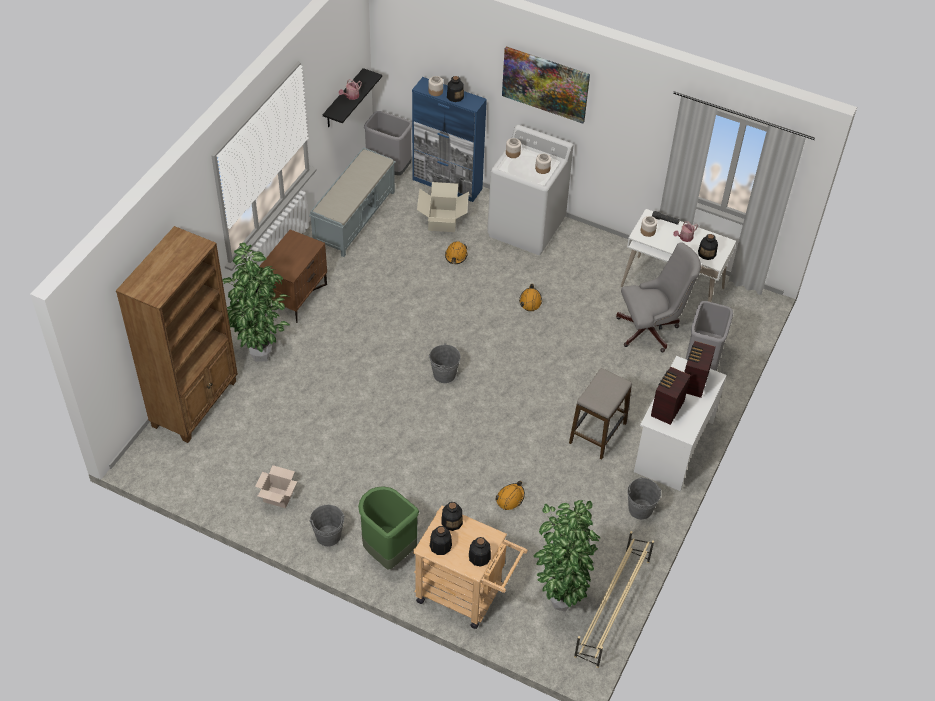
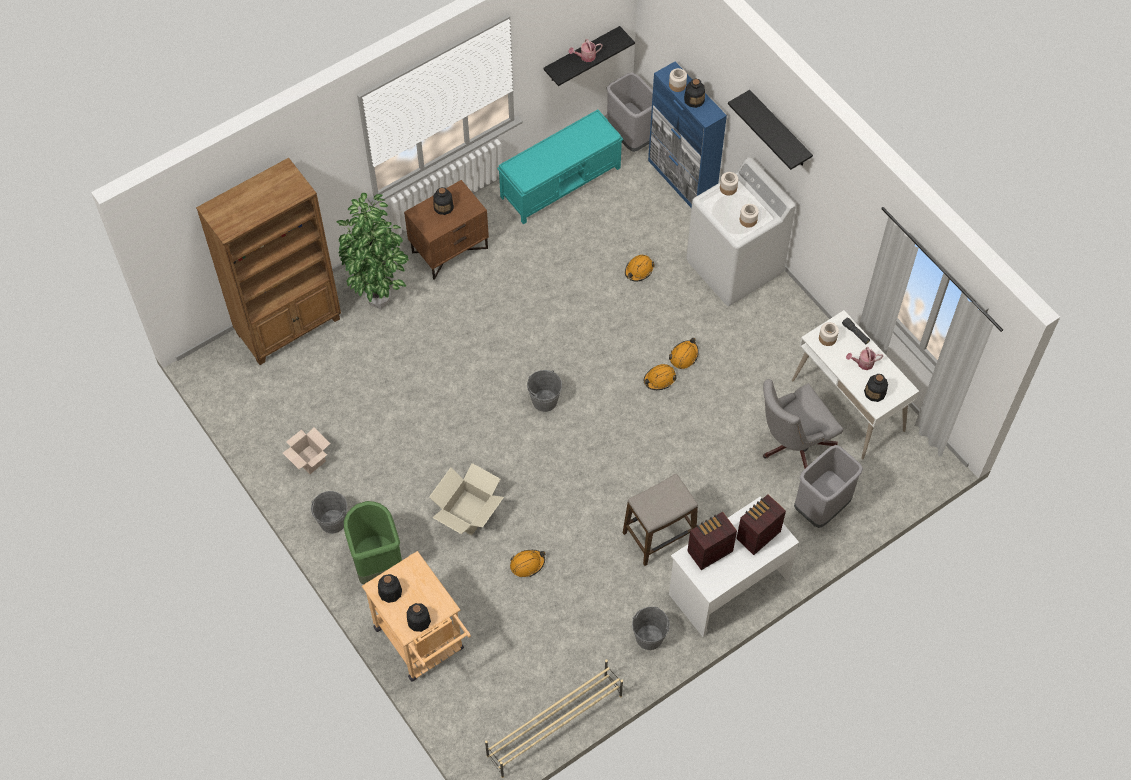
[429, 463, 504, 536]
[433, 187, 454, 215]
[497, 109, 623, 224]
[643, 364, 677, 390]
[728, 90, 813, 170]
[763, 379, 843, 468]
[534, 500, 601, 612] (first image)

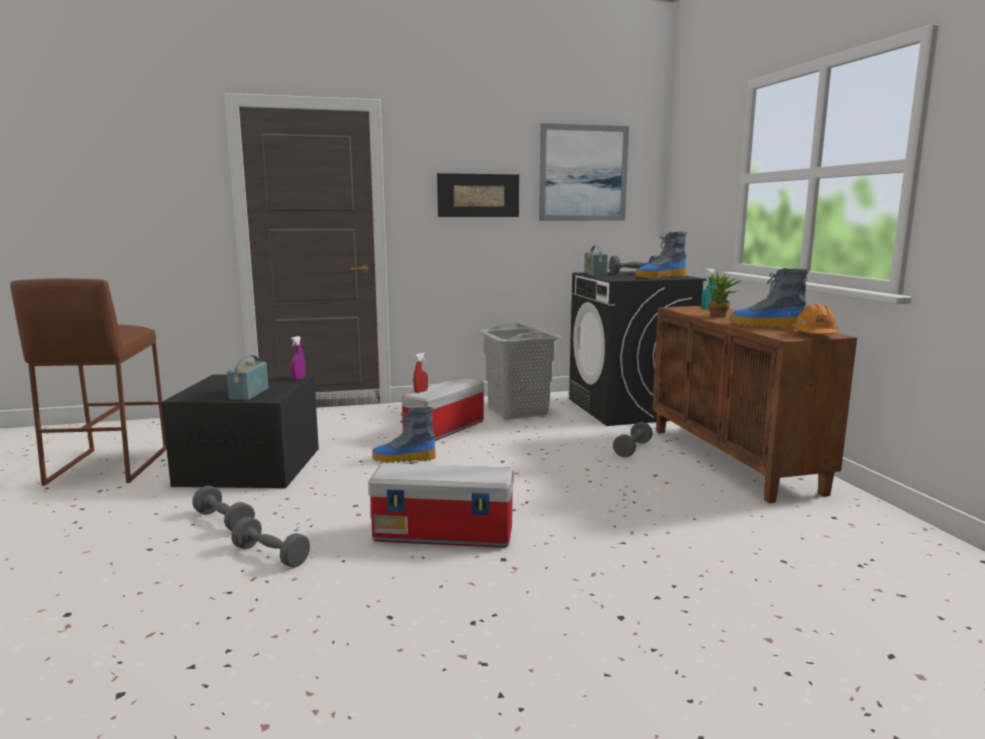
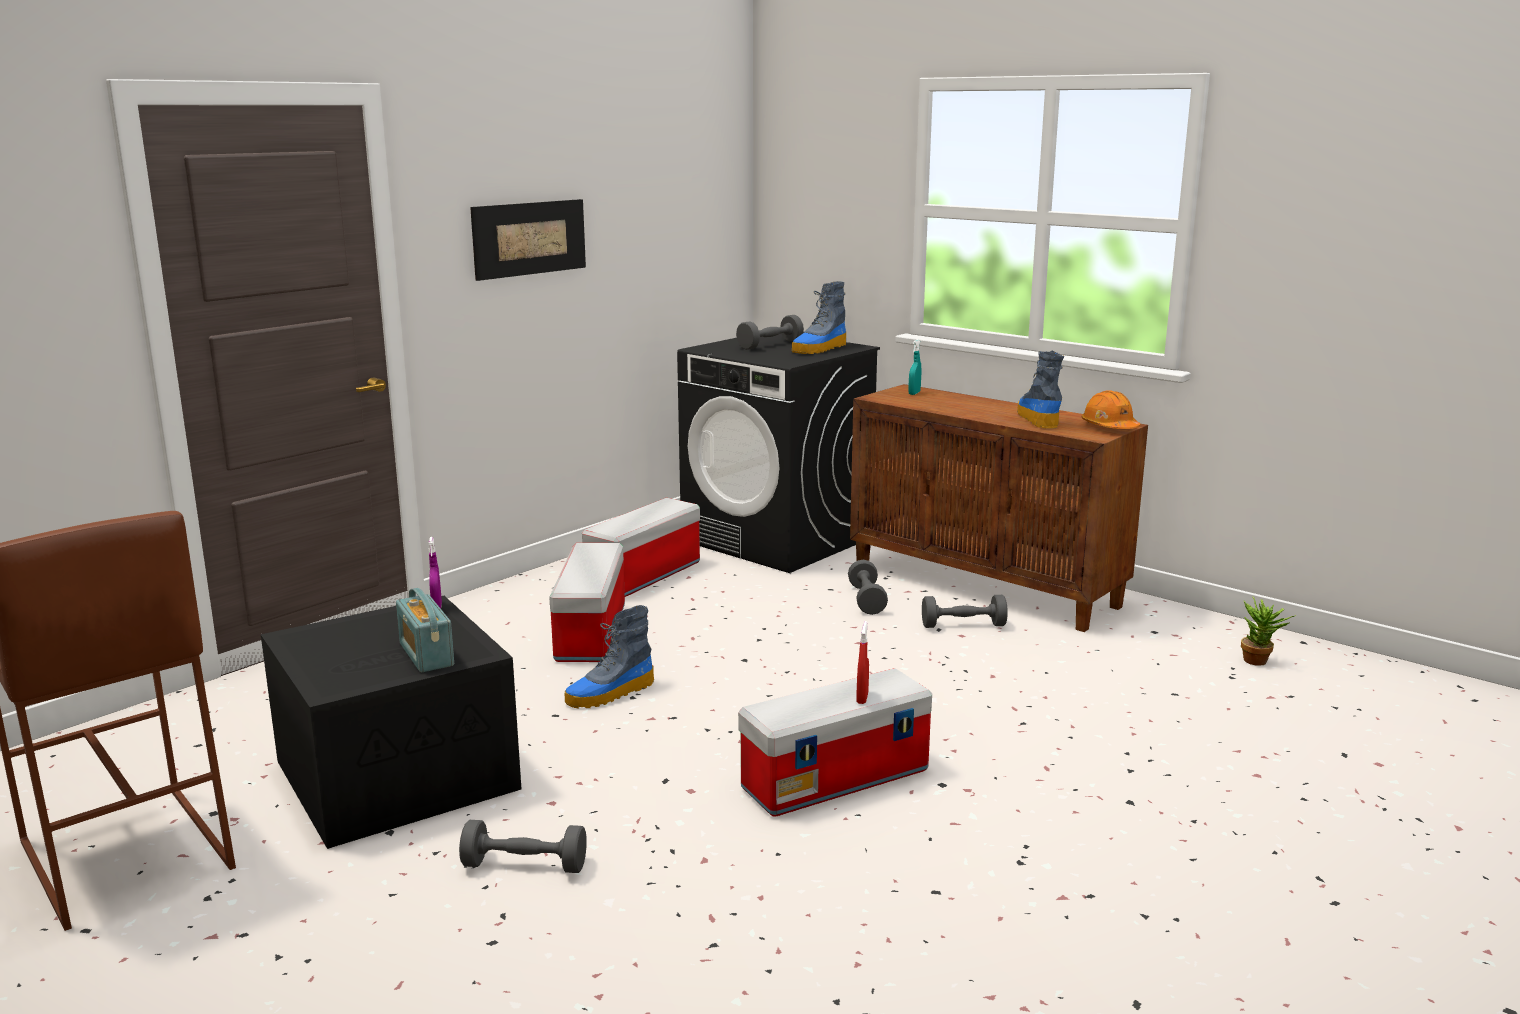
[582, 498, 700, 597]
[856, 621, 869, 704]
[922, 595, 1008, 628]
[1017, 351, 1064, 429]
[1241, 597, 1296, 666]
[539, 123, 629, 221] (first image)
[585, 245, 608, 276] (first image)

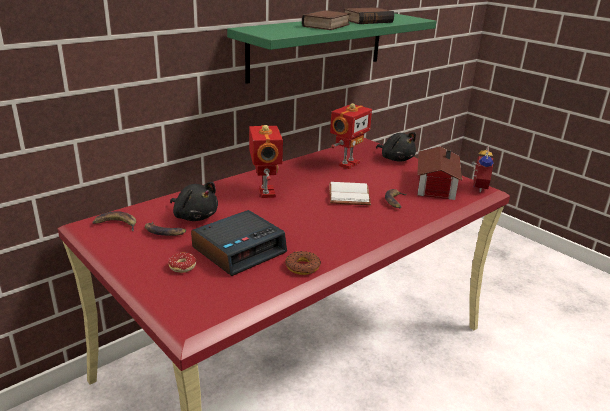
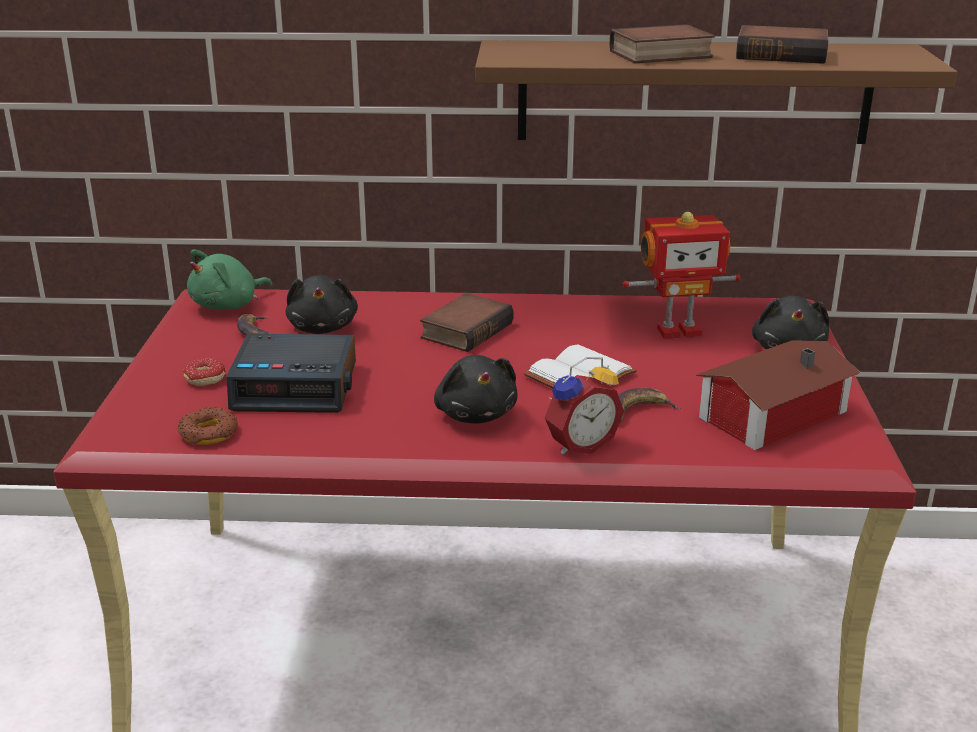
[178, 407, 238, 445]
[187, 249, 273, 310]
[420, 293, 514, 352]
[434, 355, 517, 424]
[475, 40, 957, 144]
[545, 357, 624, 454]

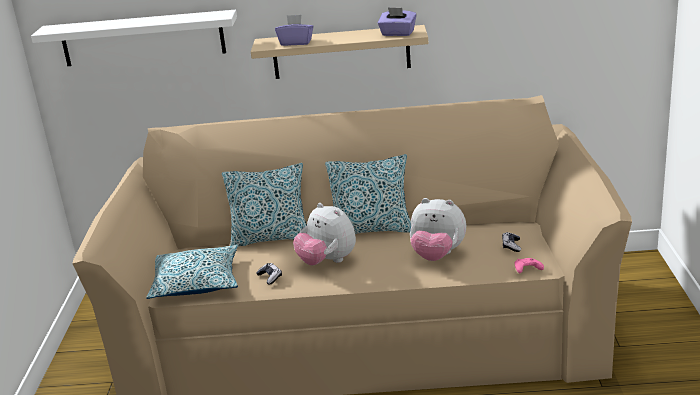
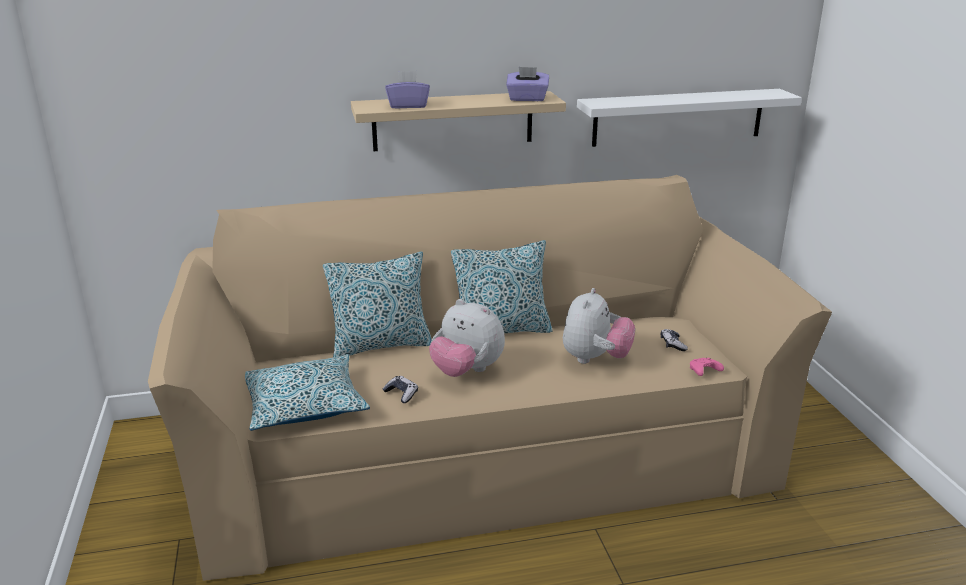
[563, 288, 635, 364]
[577, 89, 802, 147]

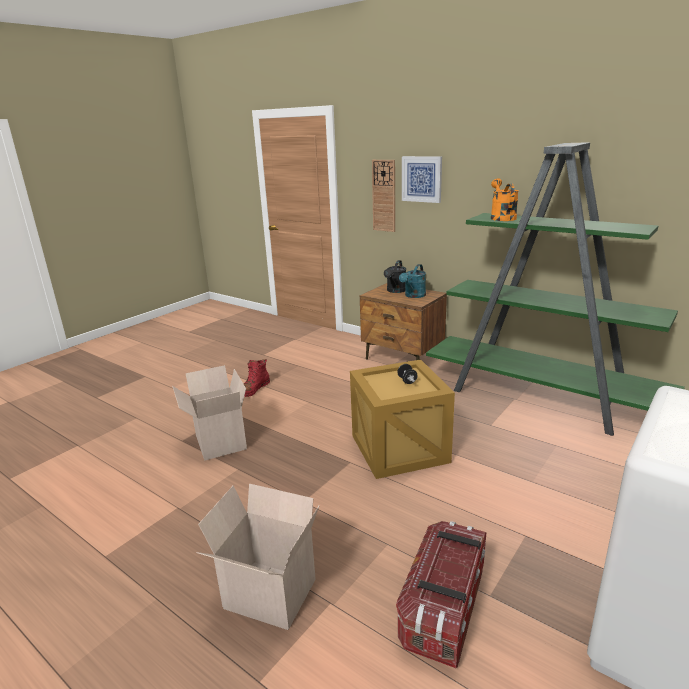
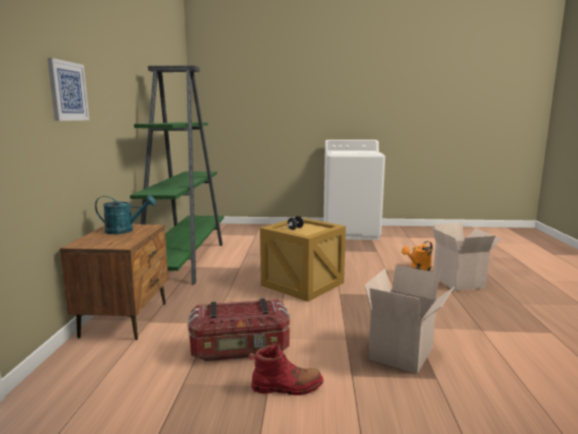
[188, 298, 290, 361]
[401, 241, 433, 271]
[372, 160, 395, 232] (first image)
[384, 260, 406, 293] (first image)

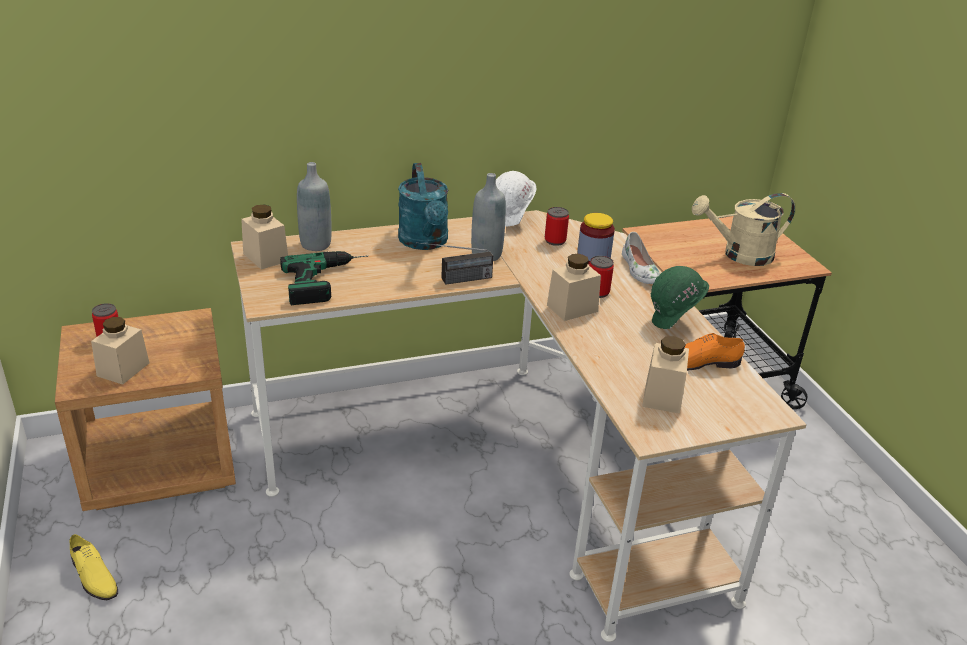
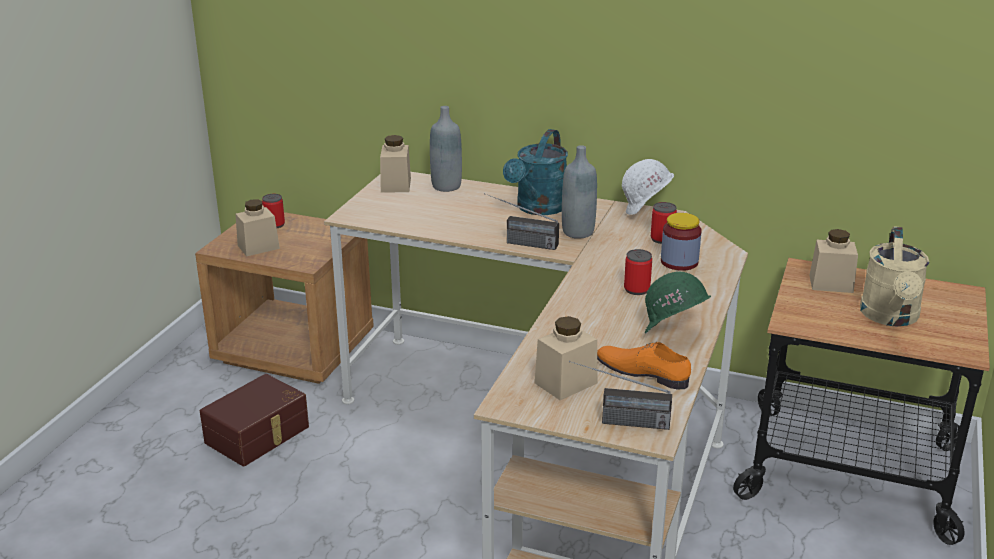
[200, 374, 309, 466]
[569, 361, 672, 430]
[809, 229, 858, 293]
[860, 226, 929, 326]
[69, 534, 118, 600] (first image)
[280, 251, 368, 305] (first image)
[622, 232, 660, 284] (first image)

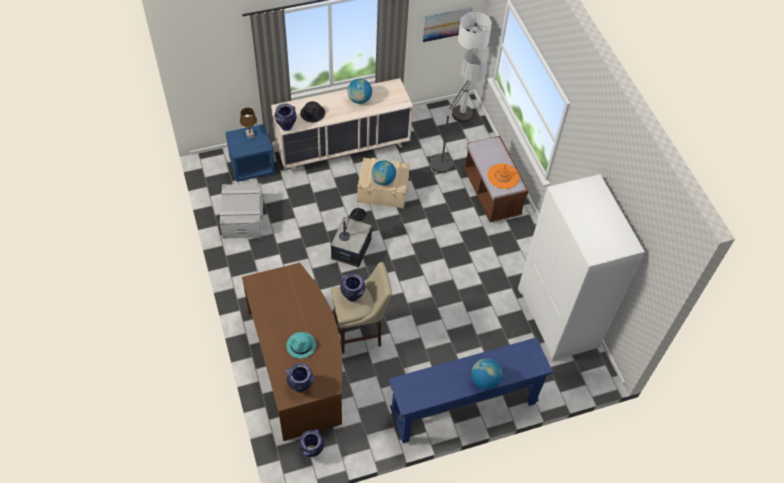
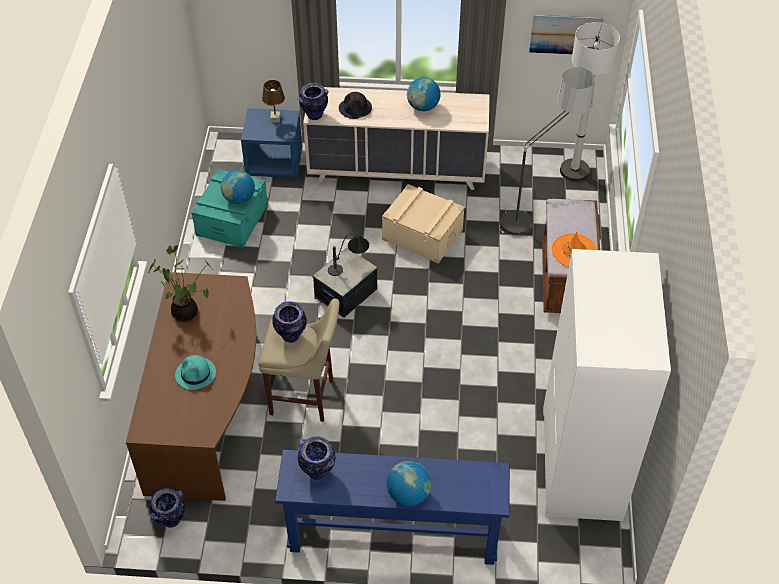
[148, 245, 213, 322]
[191, 169, 268, 248]
[221, 170, 255, 204]
[298, 436, 335, 480]

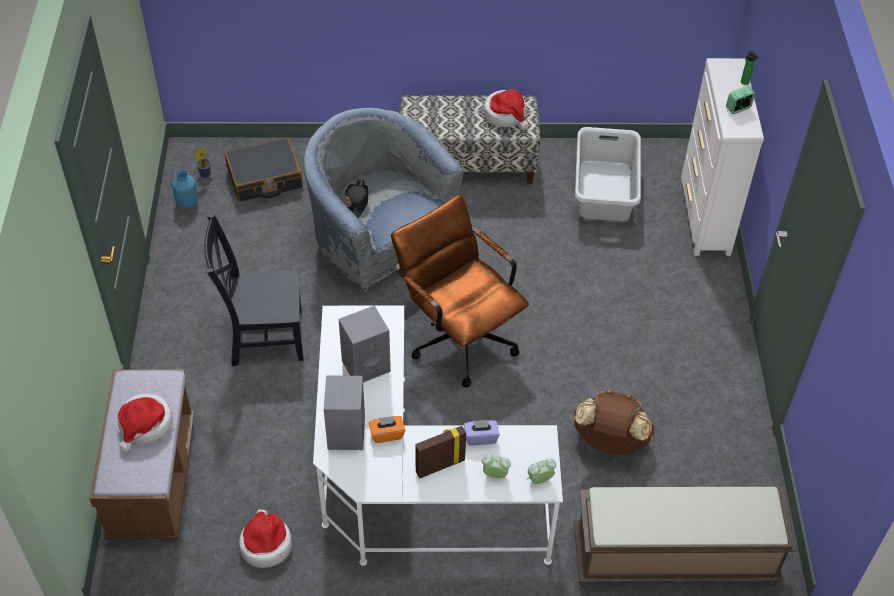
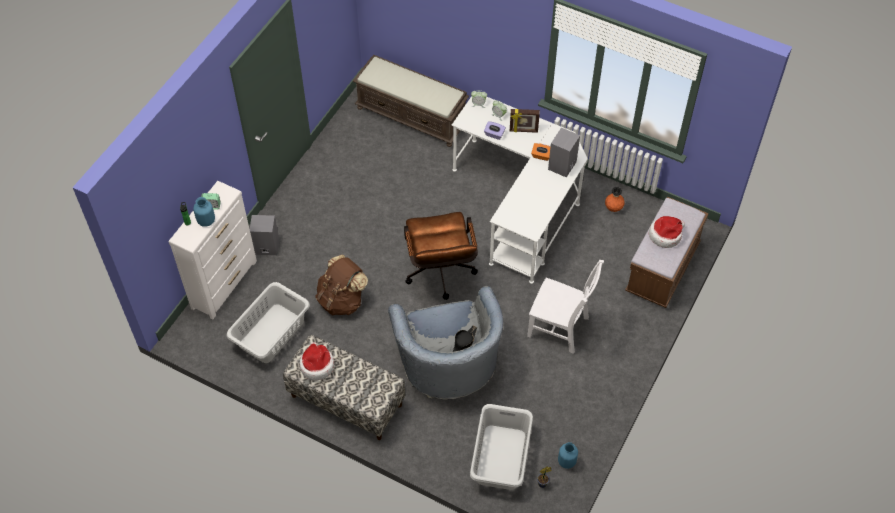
[193, 197, 215, 227]
[250, 215, 279, 255]
[315, 254, 368, 315]
[470, 404, 533, 490]
[527, 260, 604, 354]
[605, 187, 625, 212]

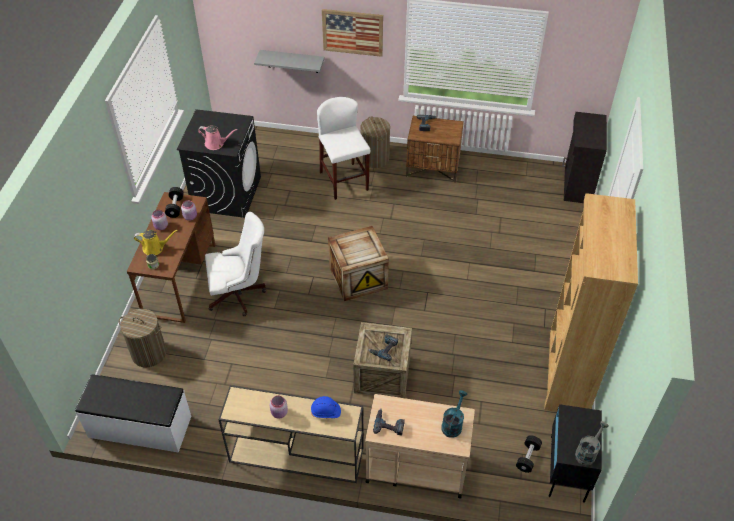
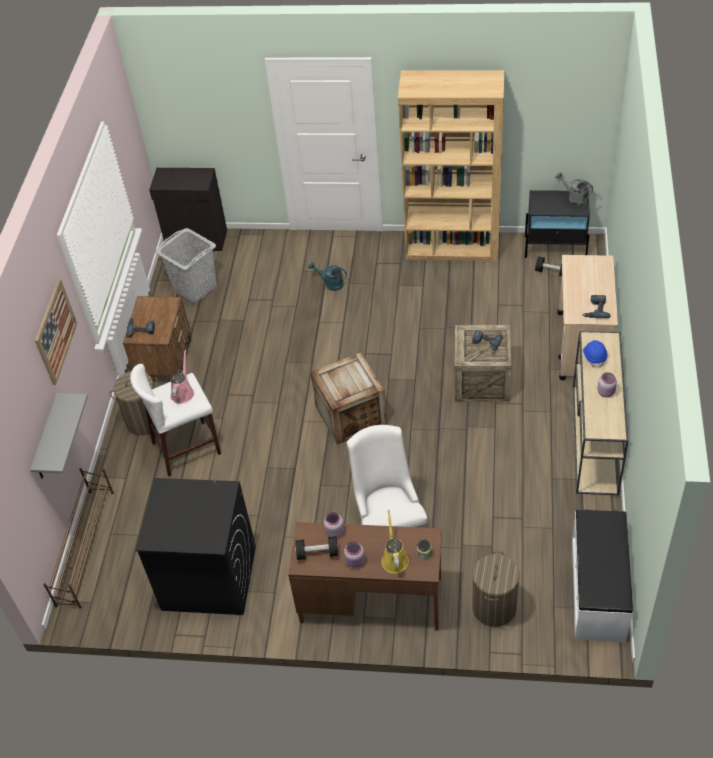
[43, 468, 114, 608]
[155, 228, 217, 303]
[171, 349, 194, 404]
[309, 262, 347, 291]

